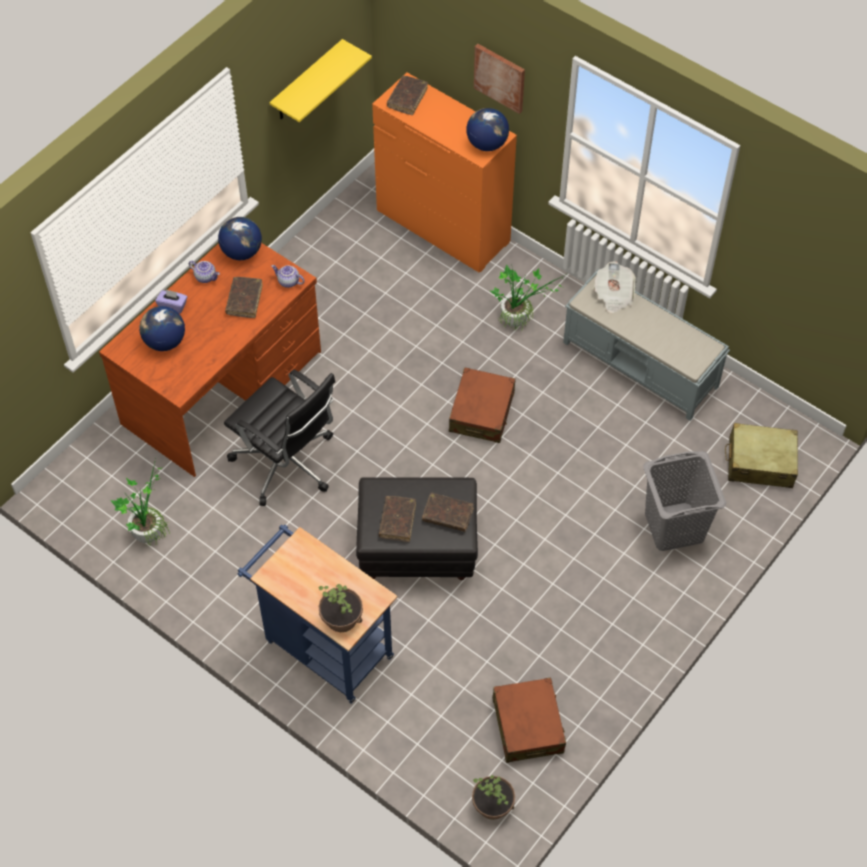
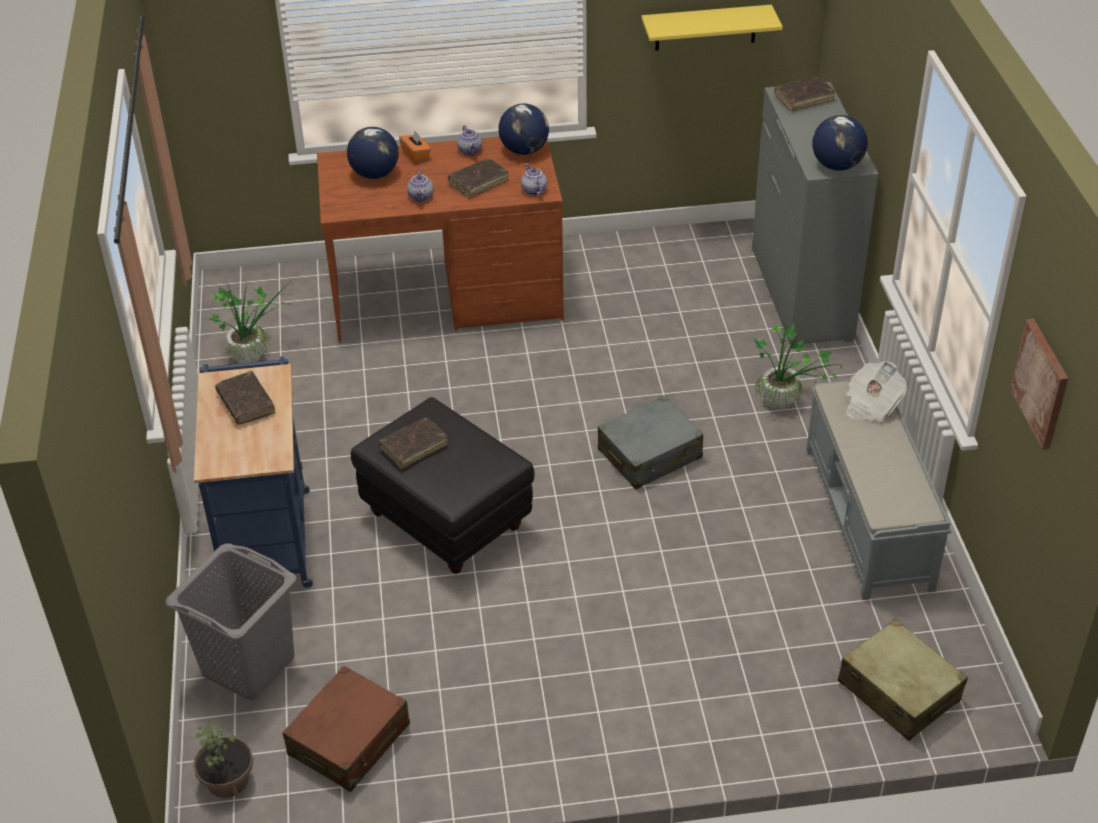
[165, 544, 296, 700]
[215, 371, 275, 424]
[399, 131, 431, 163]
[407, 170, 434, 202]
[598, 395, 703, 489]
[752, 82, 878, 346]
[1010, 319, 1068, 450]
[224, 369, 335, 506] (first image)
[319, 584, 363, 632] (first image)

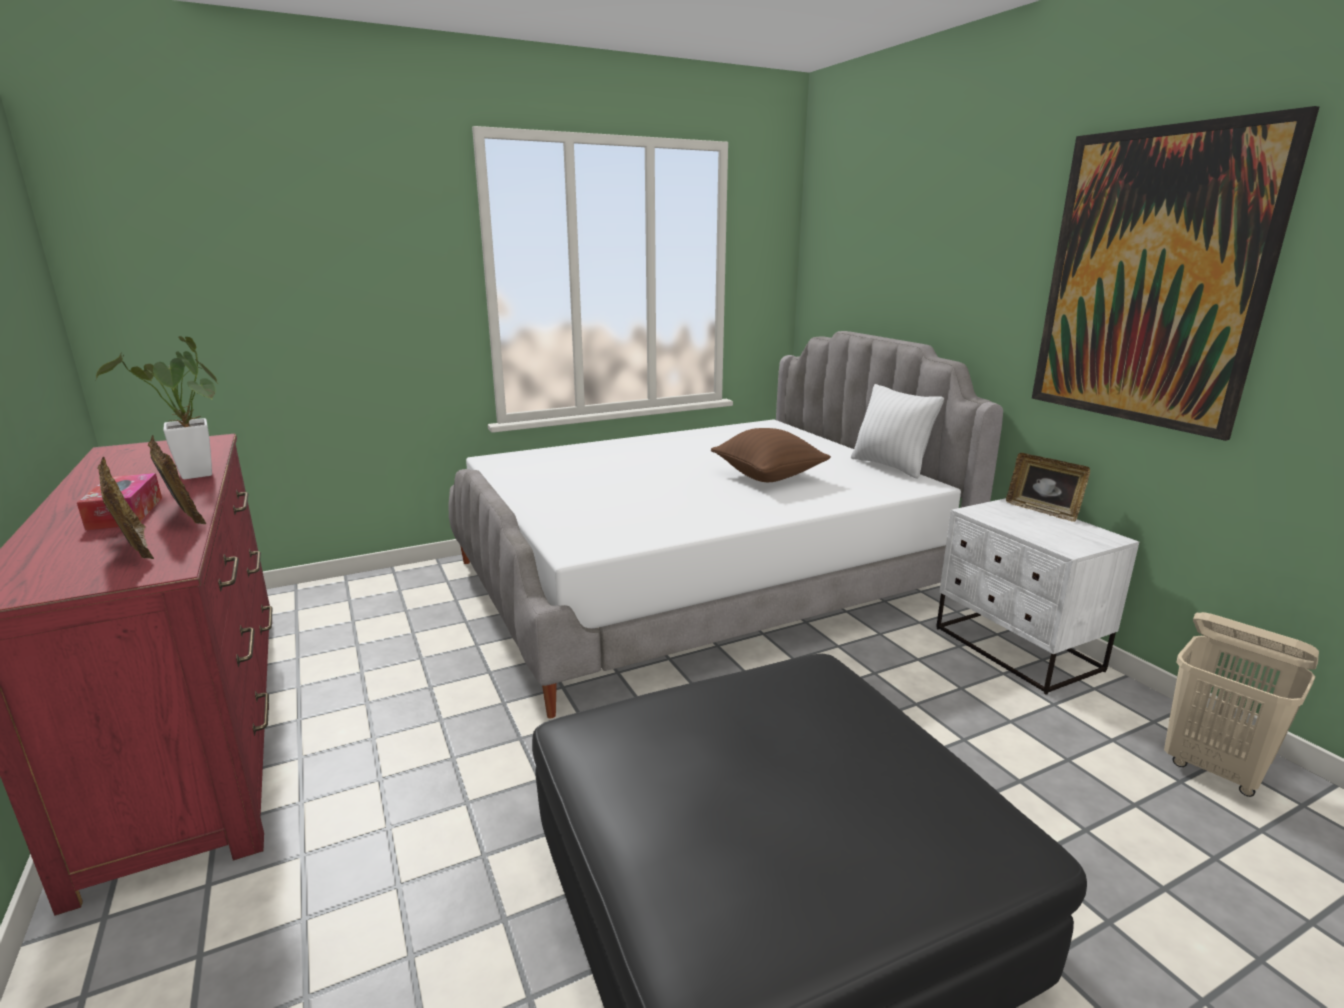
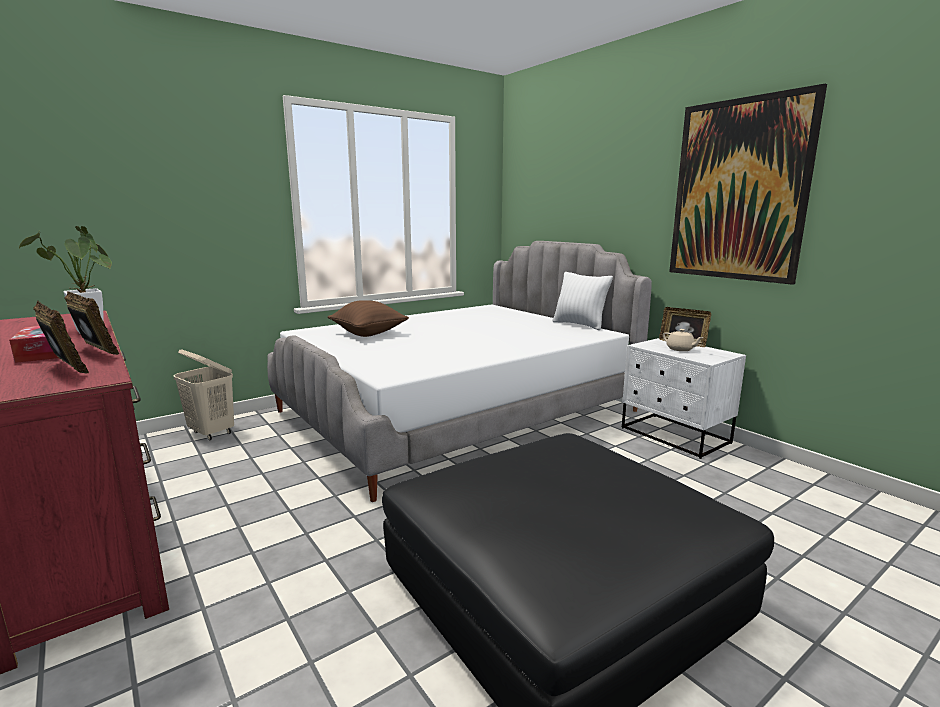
[173, 349, 234, 440]
[327, 300, 409, 337]
[663, 329, 704, 351]

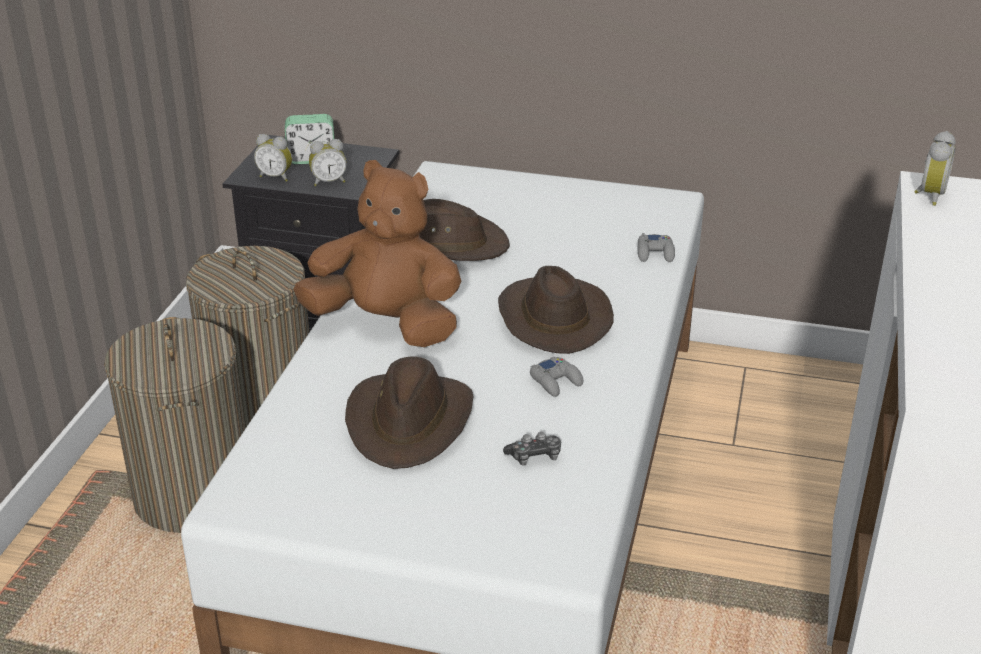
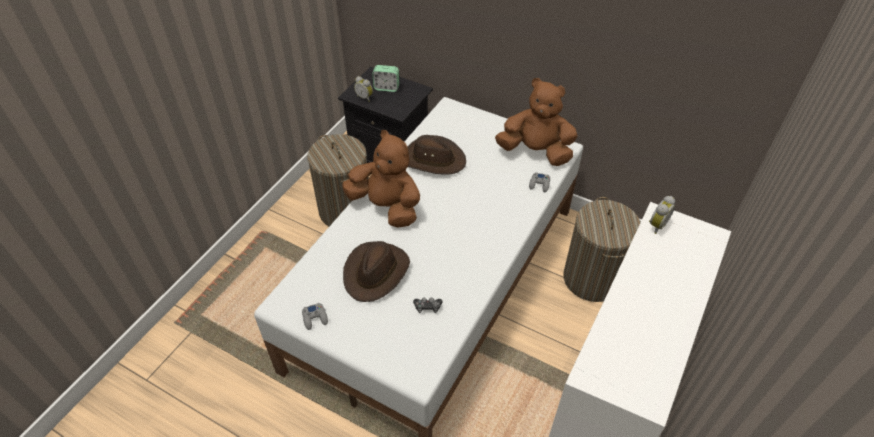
[302, 303, 328, 330]
[495, 78, 577, 166]
[564, 197, 641, 302]
[309, 139, 347, 186] (first image)
[498, 266, 614, 354] (first image)

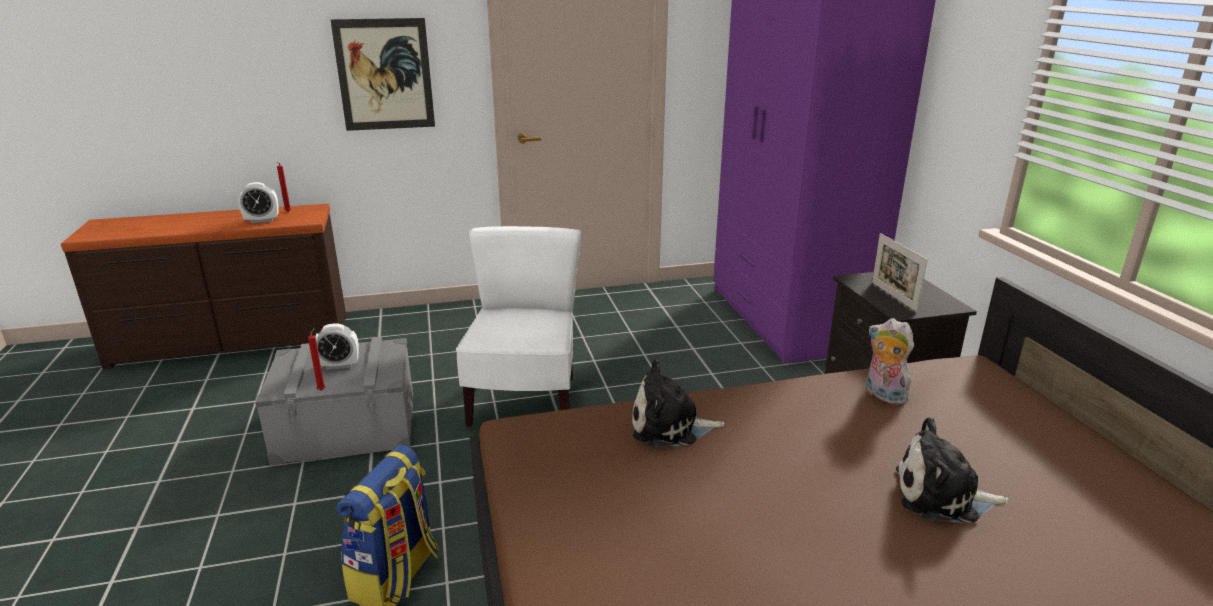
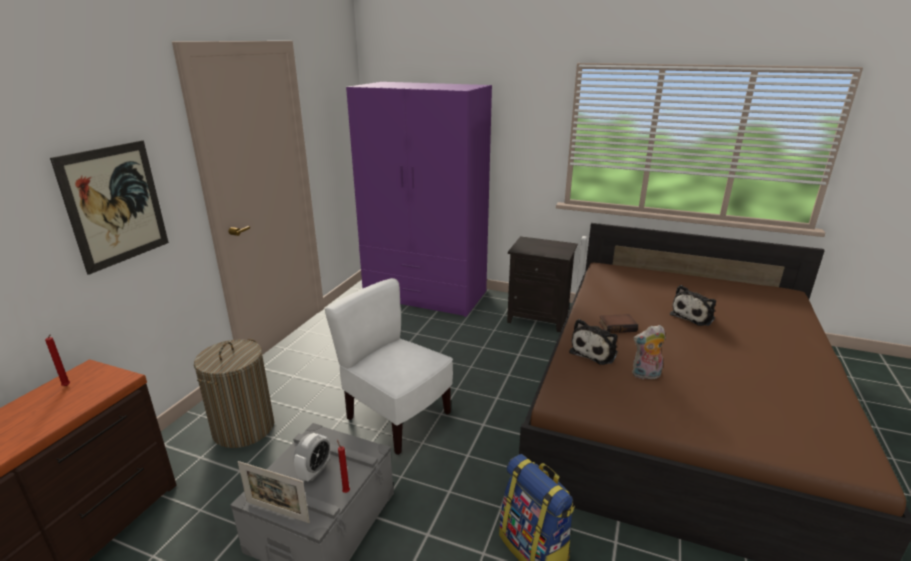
[194, 339, 274, 448]
[238, 461, 310, 523]
[599, 314, 638, 333]
[632, 325, 666, 379]
[238, 182, 278, 223] (first image)

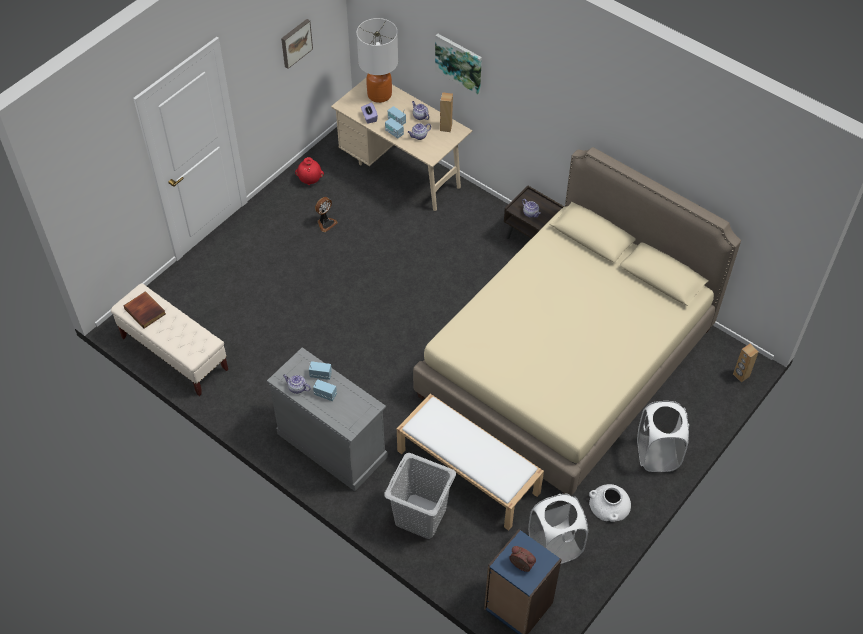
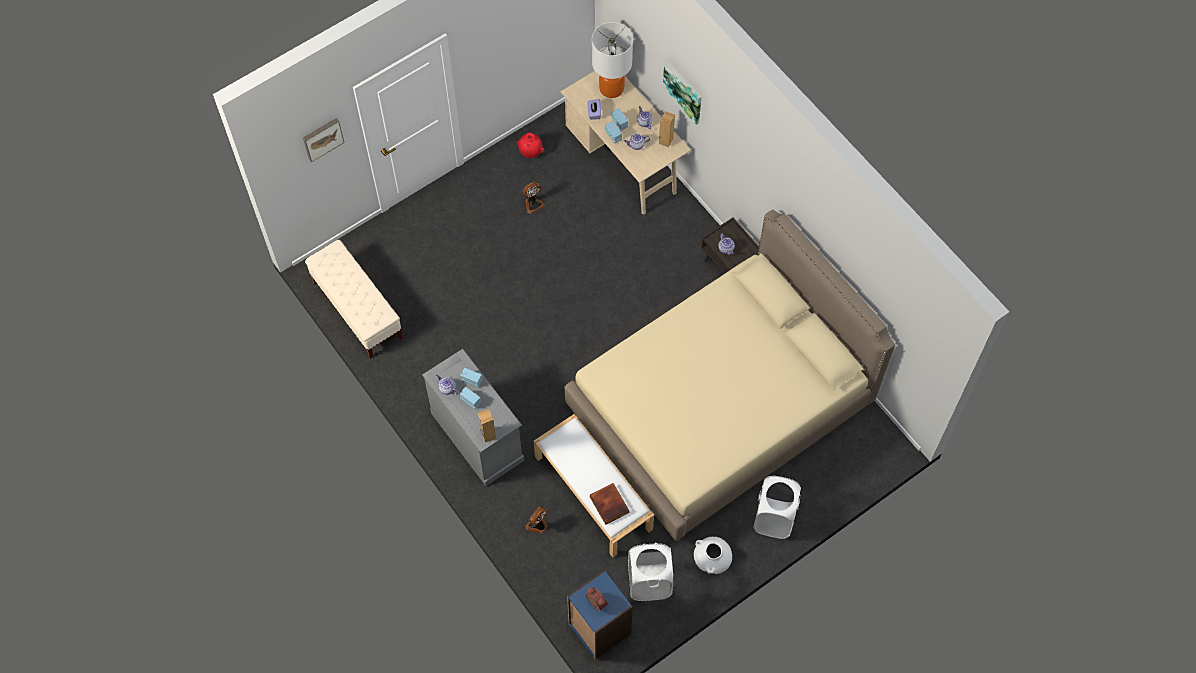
[303, 118, 344, 162]
[478, 409, 496, 442]
[525, 506, 548, 533]
[590, 483, 630, 525]

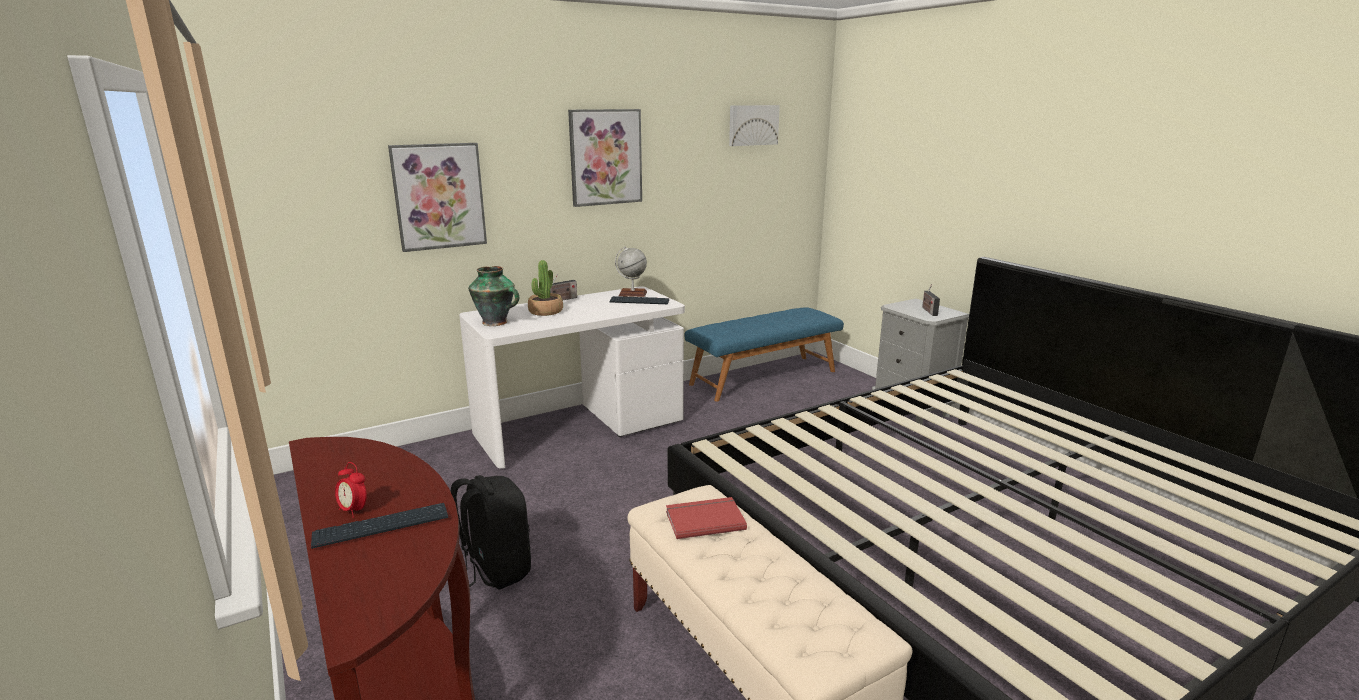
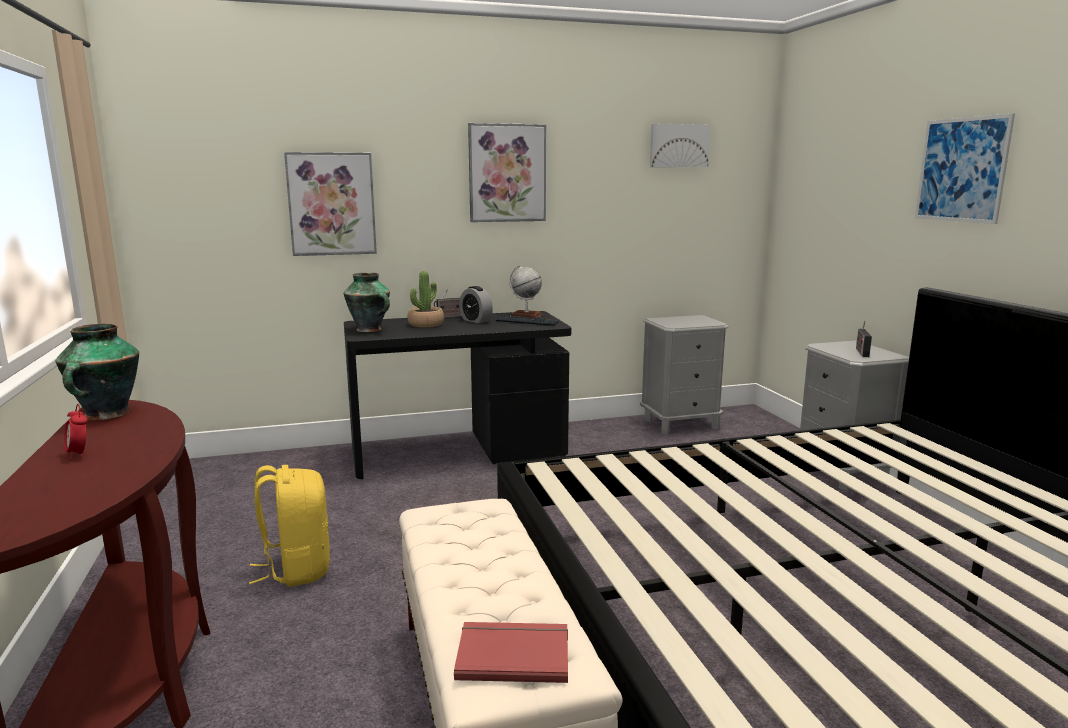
[55, 324, 139, 420]
[249, 465, 330, 587]
[344, 311, 571, 479]
[454, 622, 568, 683]
[459, 286, 493, 323]
[640, 315, 729, 435]
[915, 114, 1015, 224]
[311, 503, 448, 549] (first image)

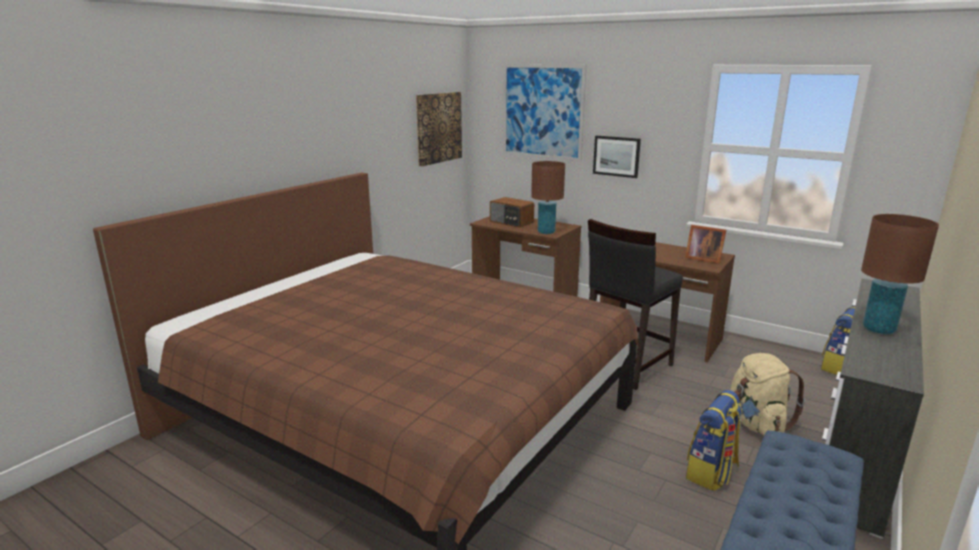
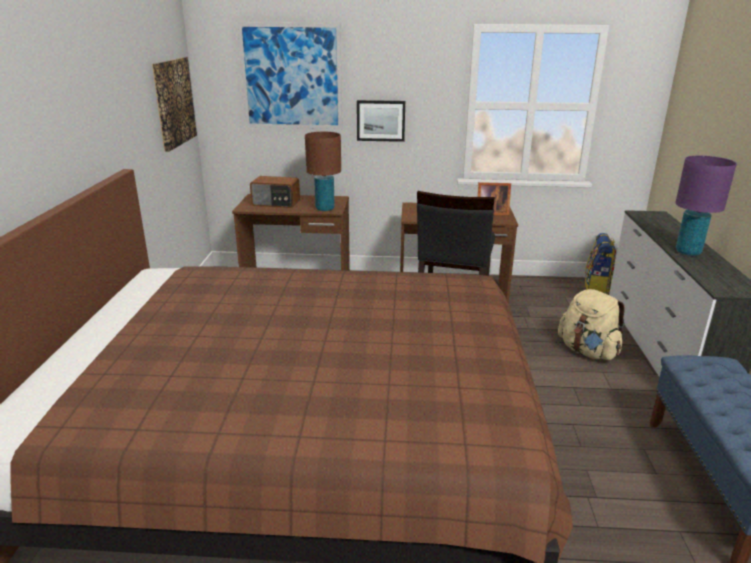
[675, 156, 737, 256]
[686, 390, 742, 491] (first image)

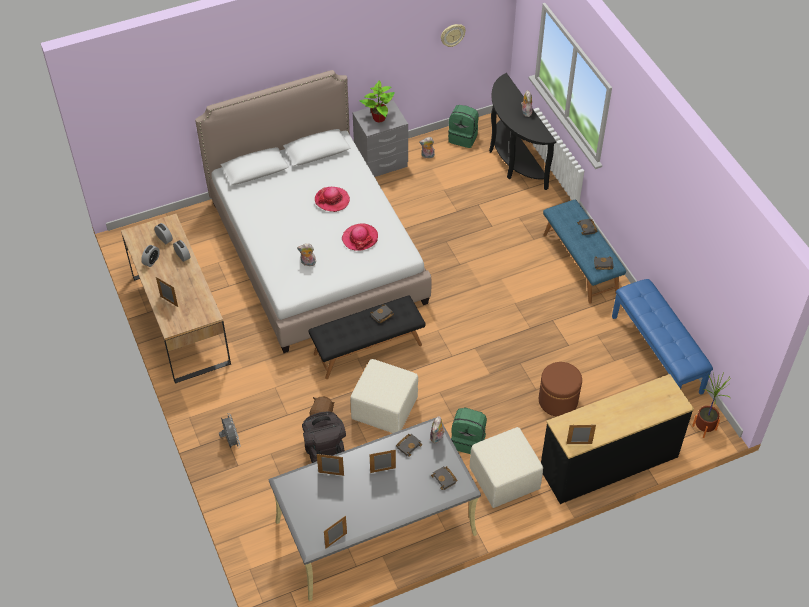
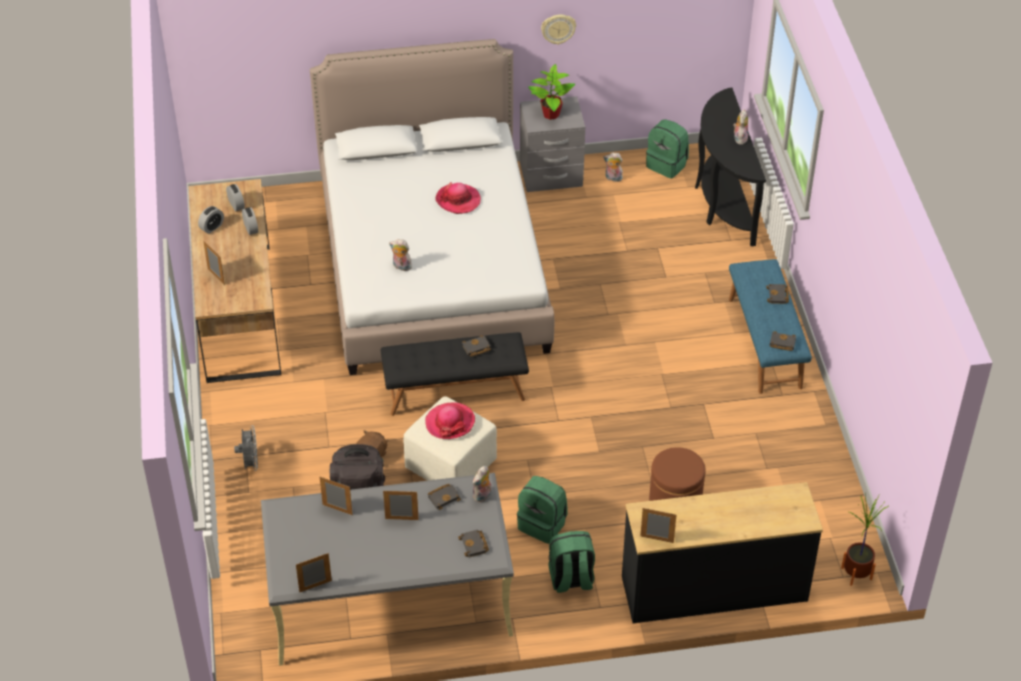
[425, 403, 475, 439]
[541, 15, 576, 45]
[548, 531, 595, 593]
[612, 279, 713, 395] (first image)

